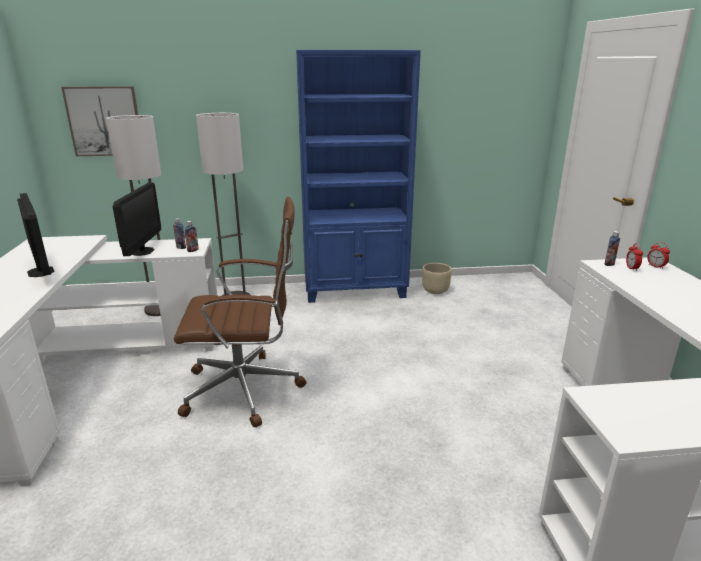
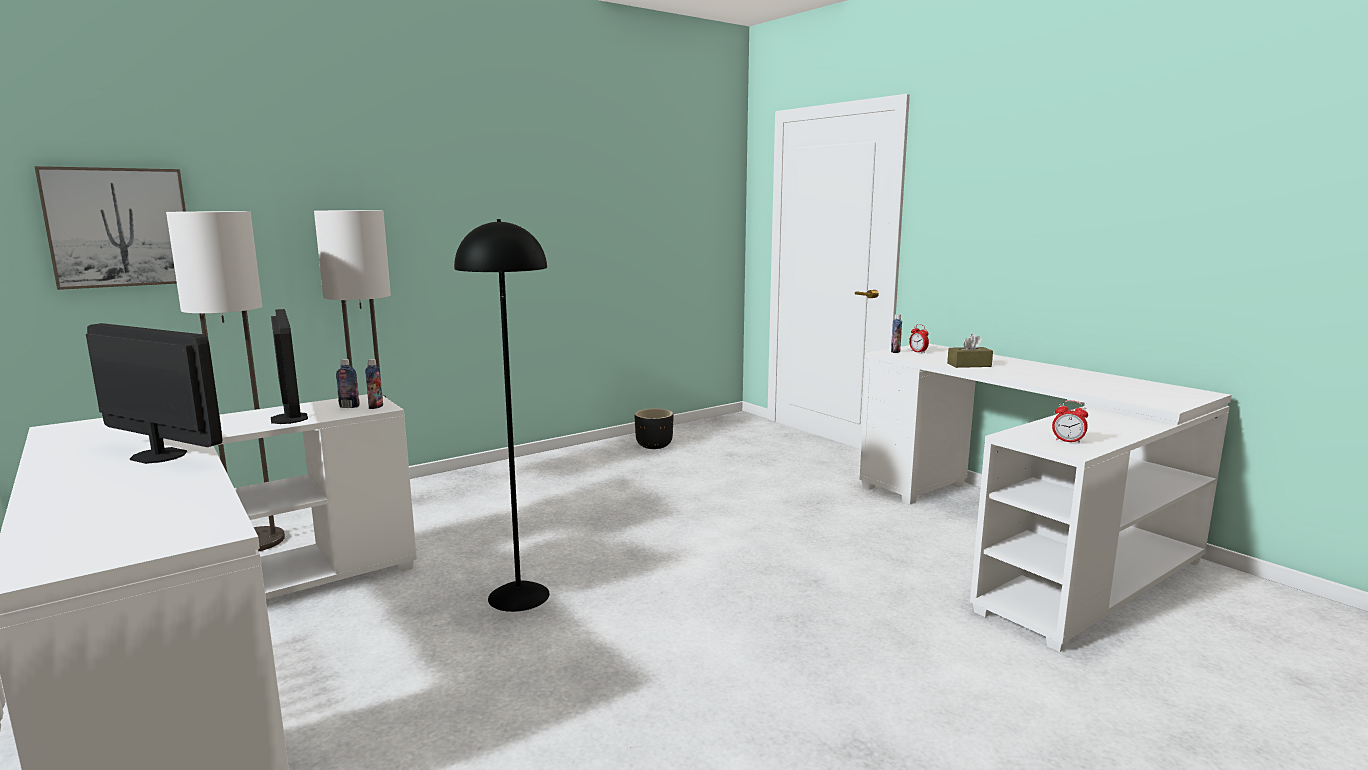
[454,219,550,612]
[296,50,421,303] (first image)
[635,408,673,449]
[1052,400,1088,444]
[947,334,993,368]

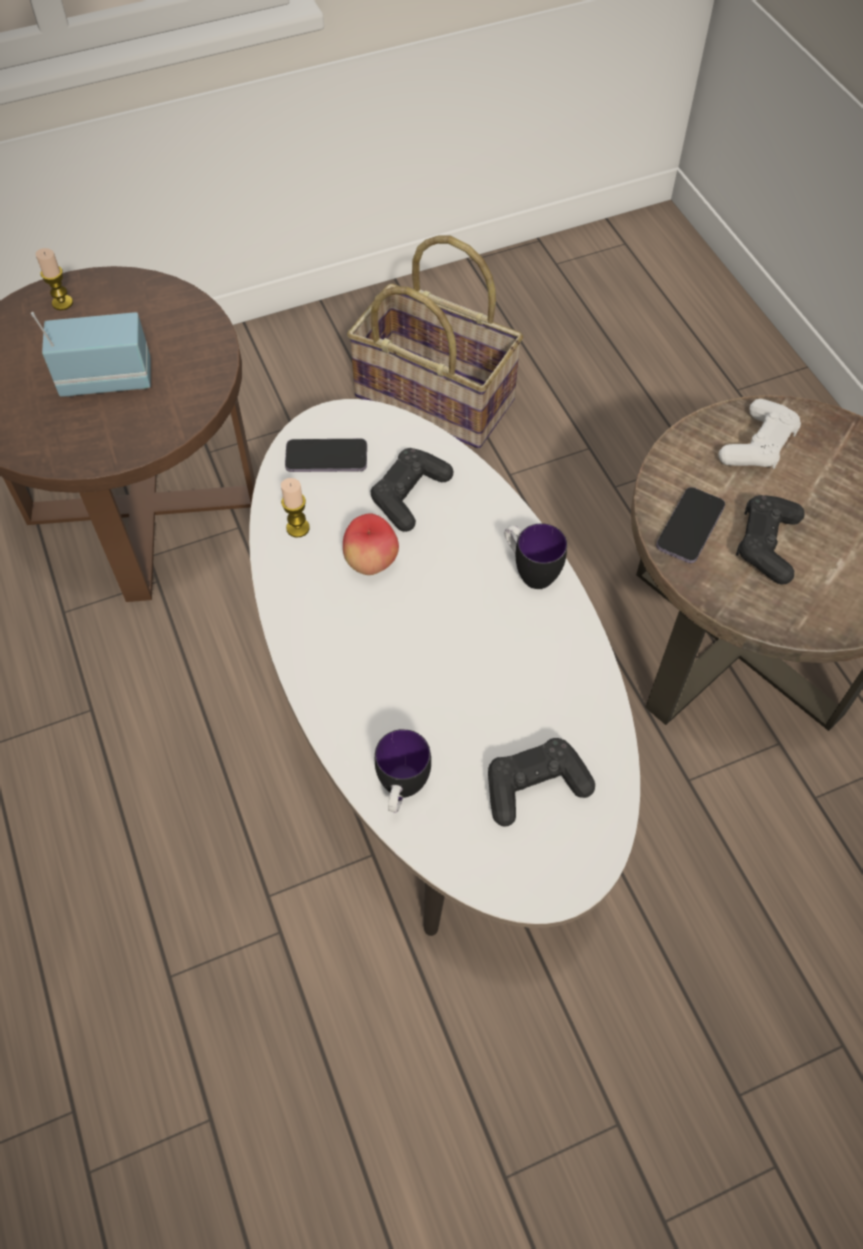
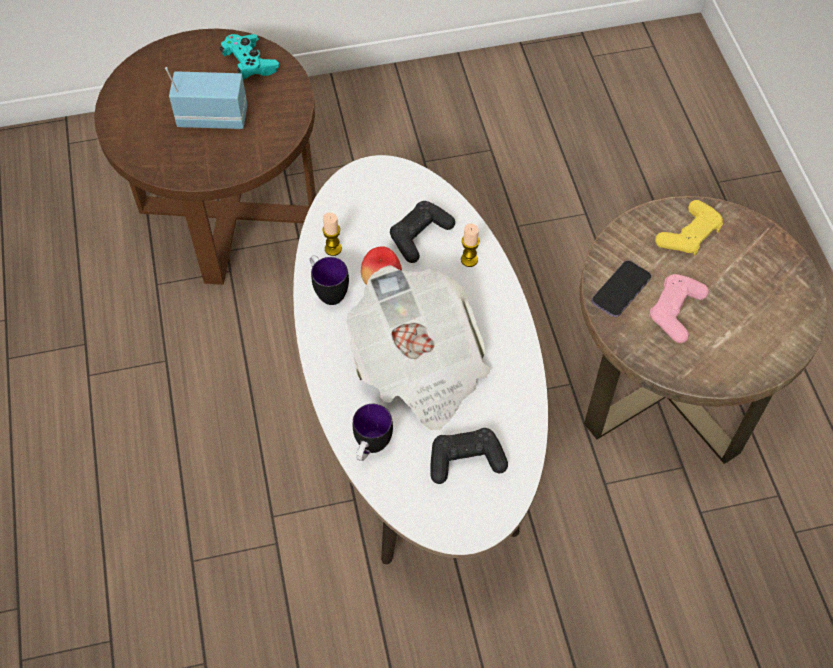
[461,224,480,267]
[285,439,367,472] (first image)
[347,235,523,449] (first image)
[310,255,349,305]
[655,200,723,256]
[649,274,709,343]
[219,34,279,80]
[346,265,490,430]

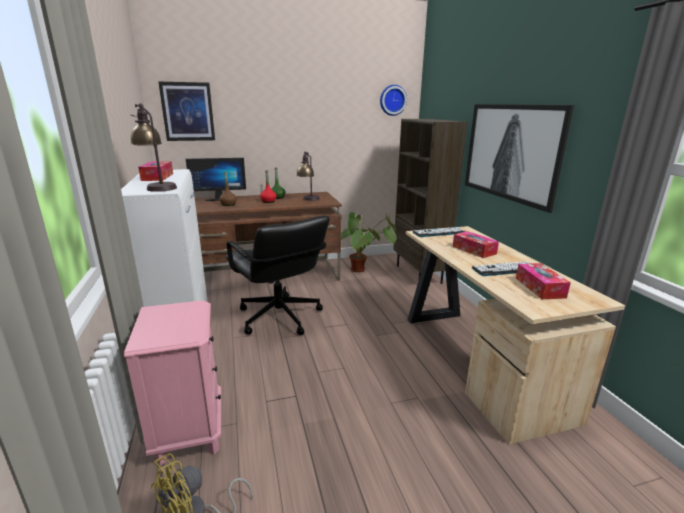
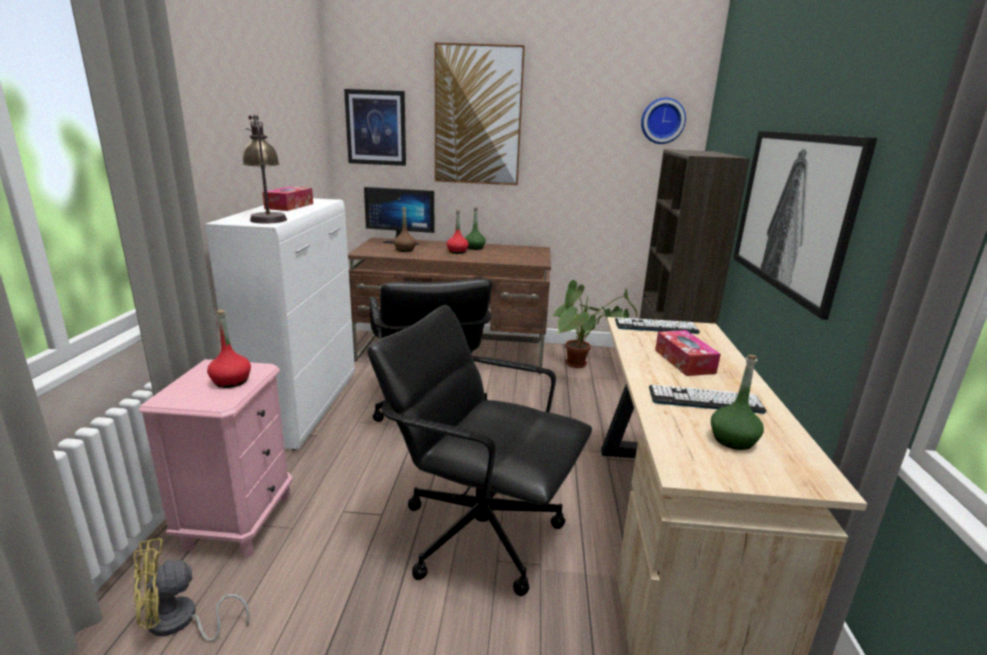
[296,152,320,201] (first image)
[711,355,764,450]
[207,310,251,388]
[367,305,592,596]
[435,42,525,185]

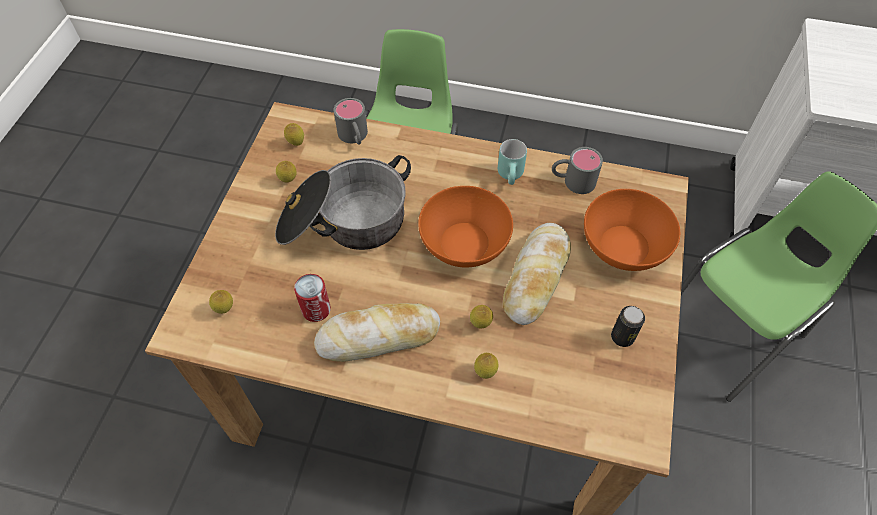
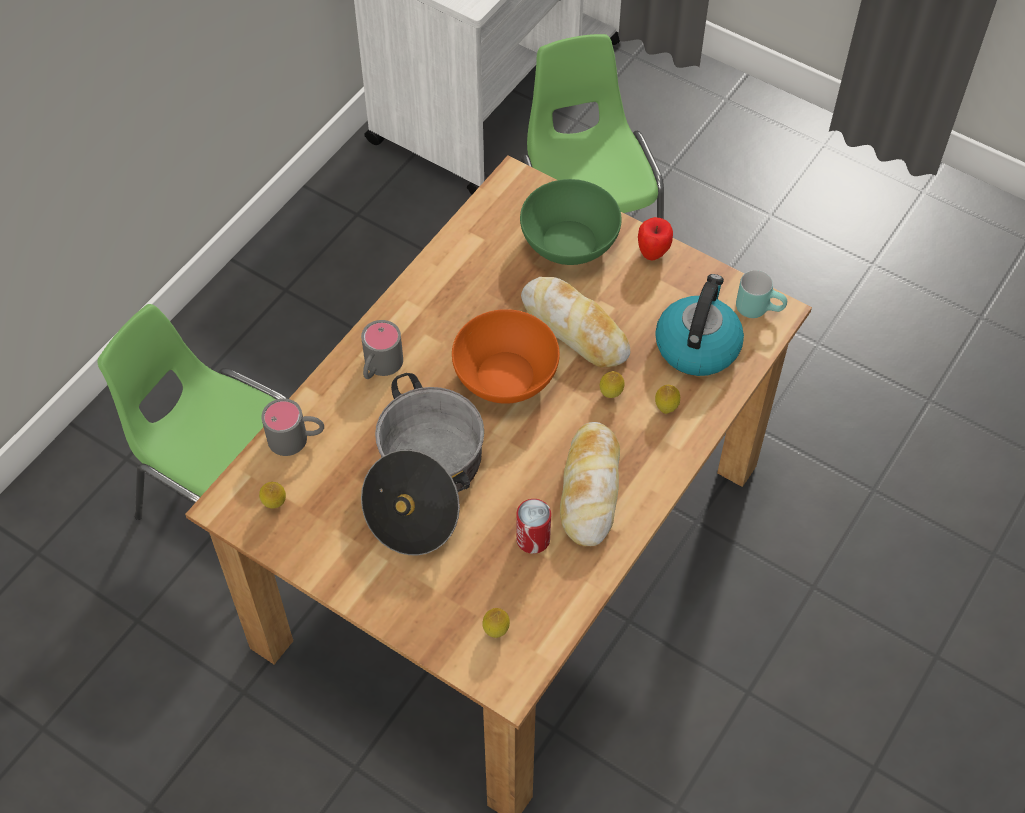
[276,161,297,183] (first image)
[736,270,787,318]
[361,320,403,379]
[520,179,622,265]
[611,306,645,347] (first image)
[638,217,673,260]
[655,274,744,376]

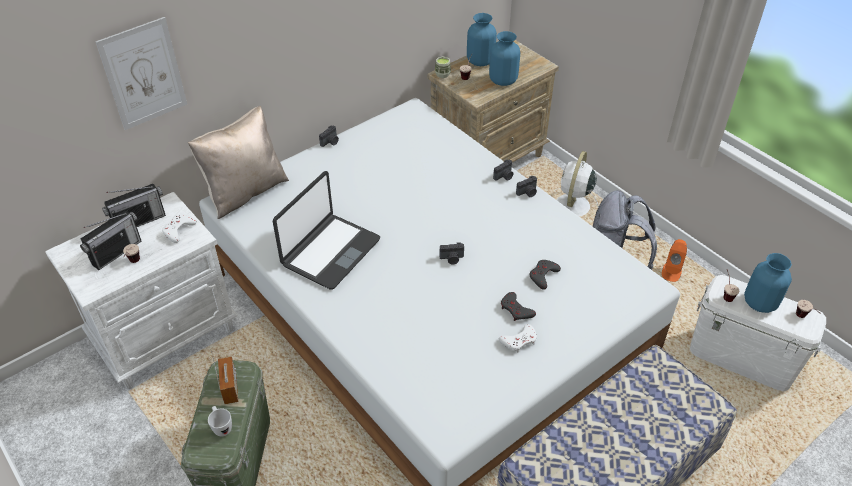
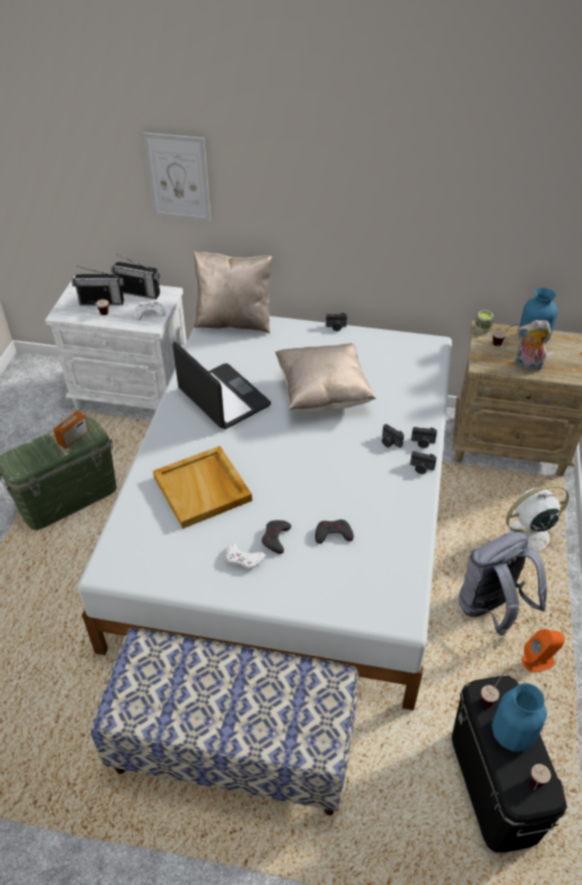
[208,406,232,436] (first image)
[173,342,271,429]
[382,424,404,448]
[515,320,551,371]
[452,676,567,853]
[153,446,252,529]
[275,343,376,412]

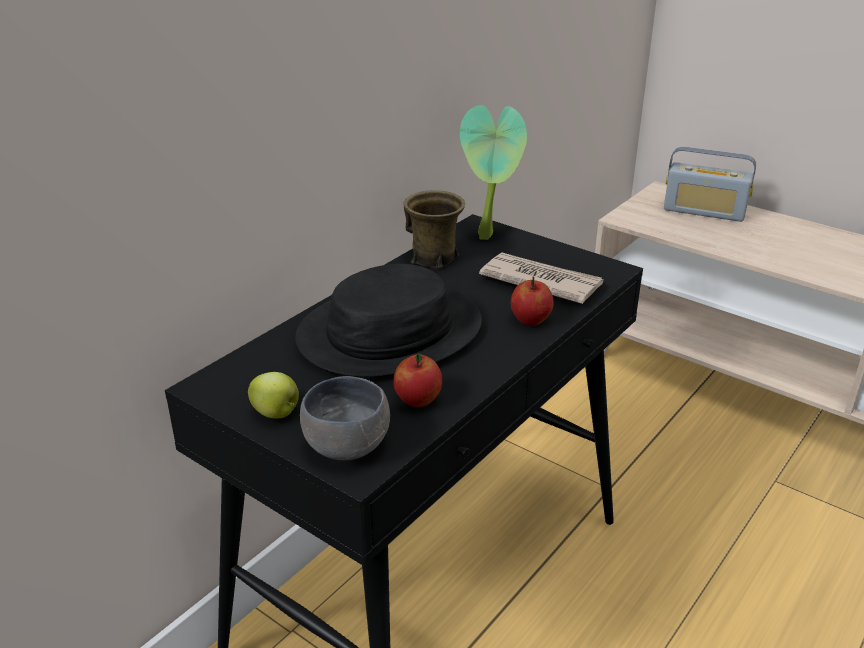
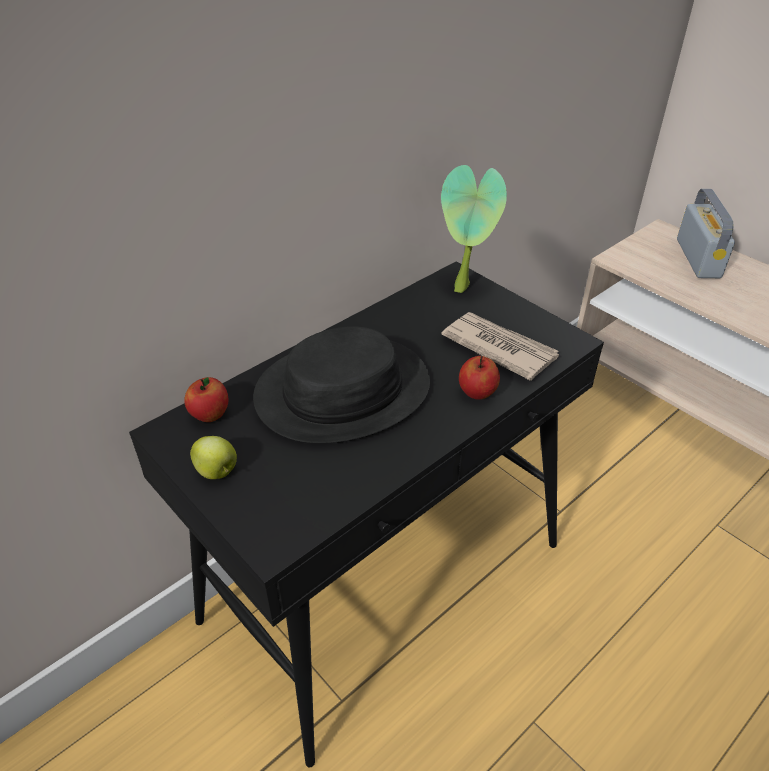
[300,376,390,461] (first image)
[184,377,228,422]
[403,190,465,269] (first image)
[677,189,735,278]

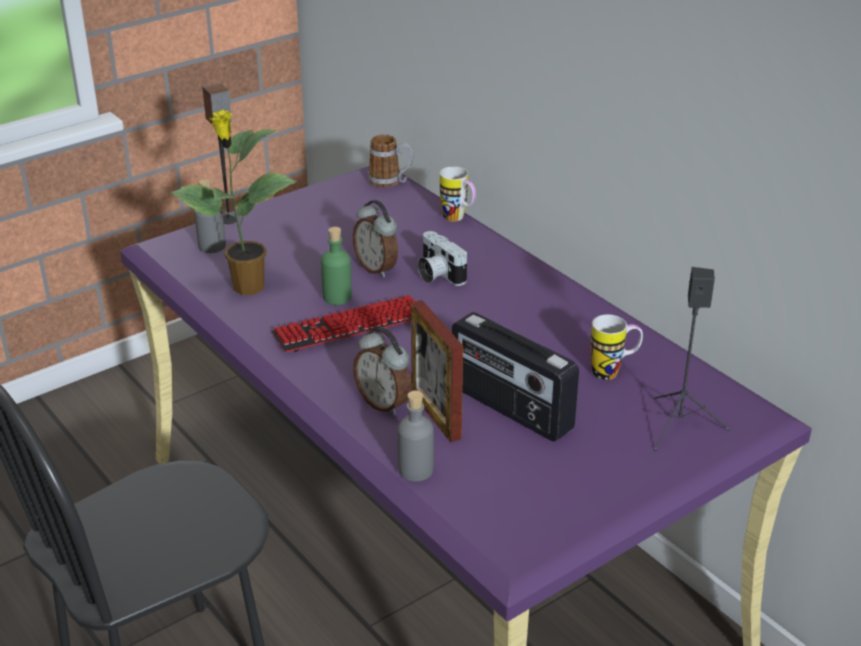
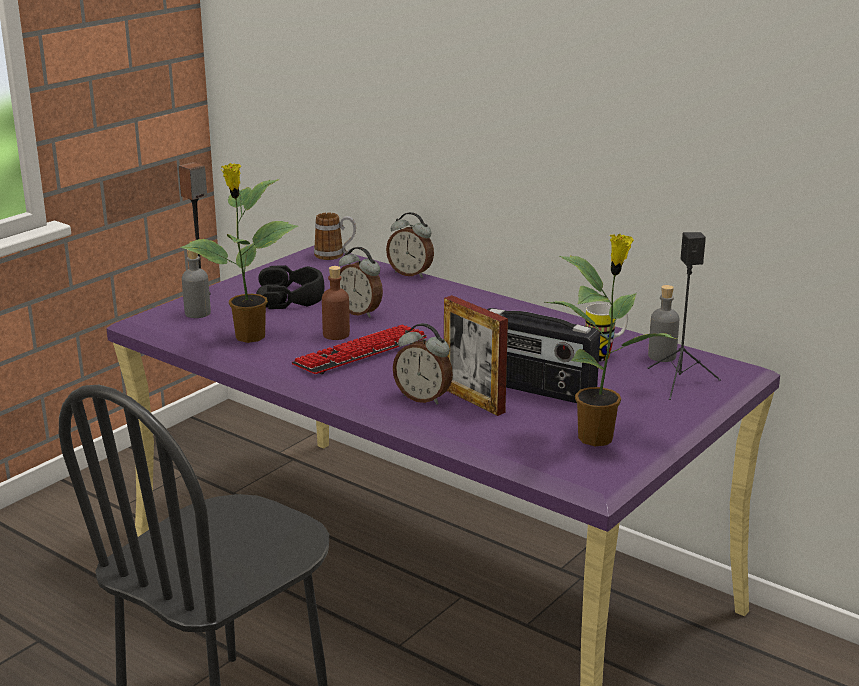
[322,266,350,340]
[648,285,680,362]
[417,231,467,286] (first image)
[386,212,434,278]
[256,265,324,309]
[545,234,677,446]

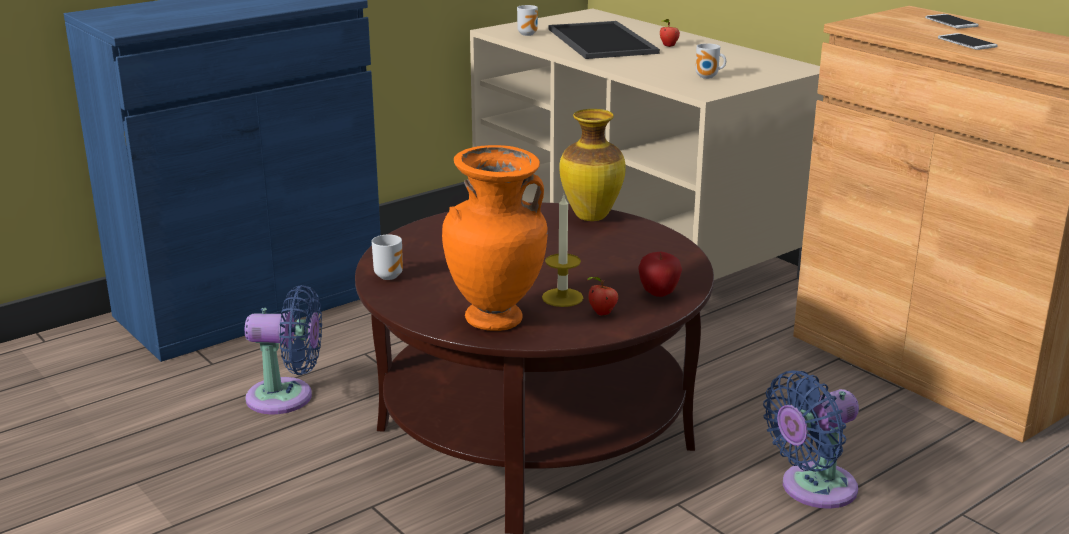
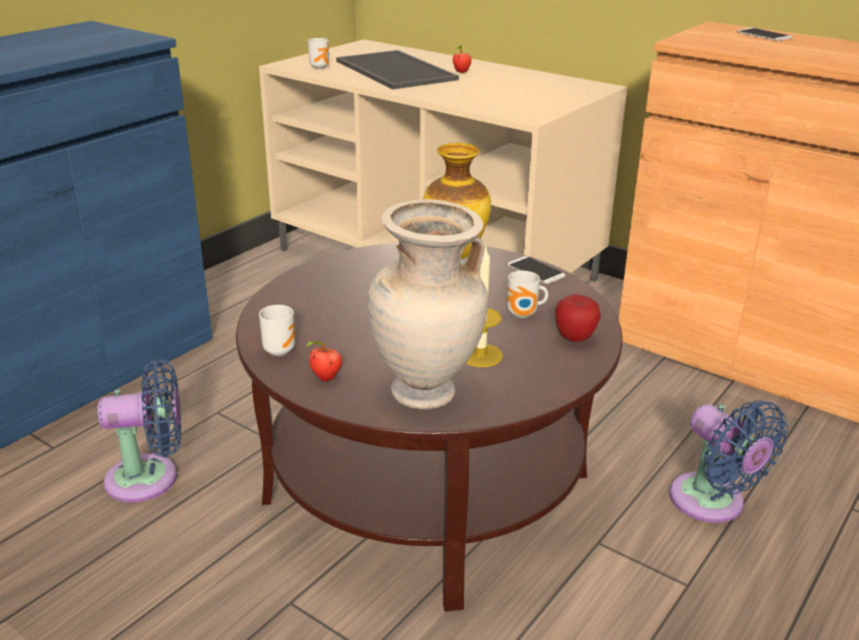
[367,199,488,410]
[306,341,342,381]
[507,271,548,318]
[669,400,788,523]
[508,256,565,284]

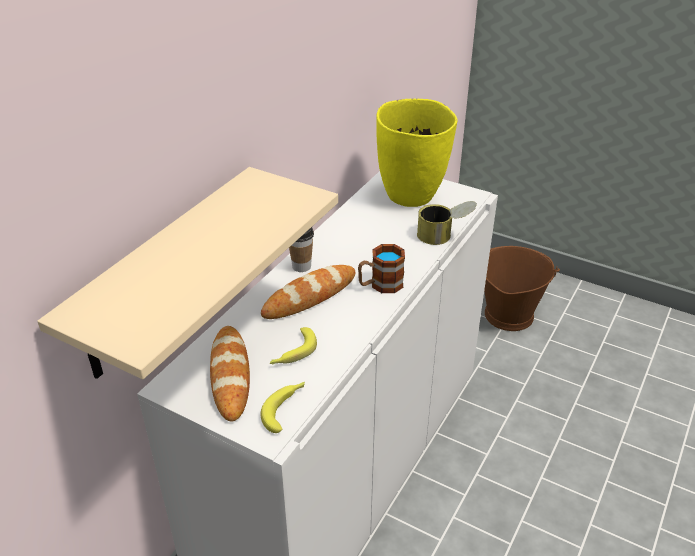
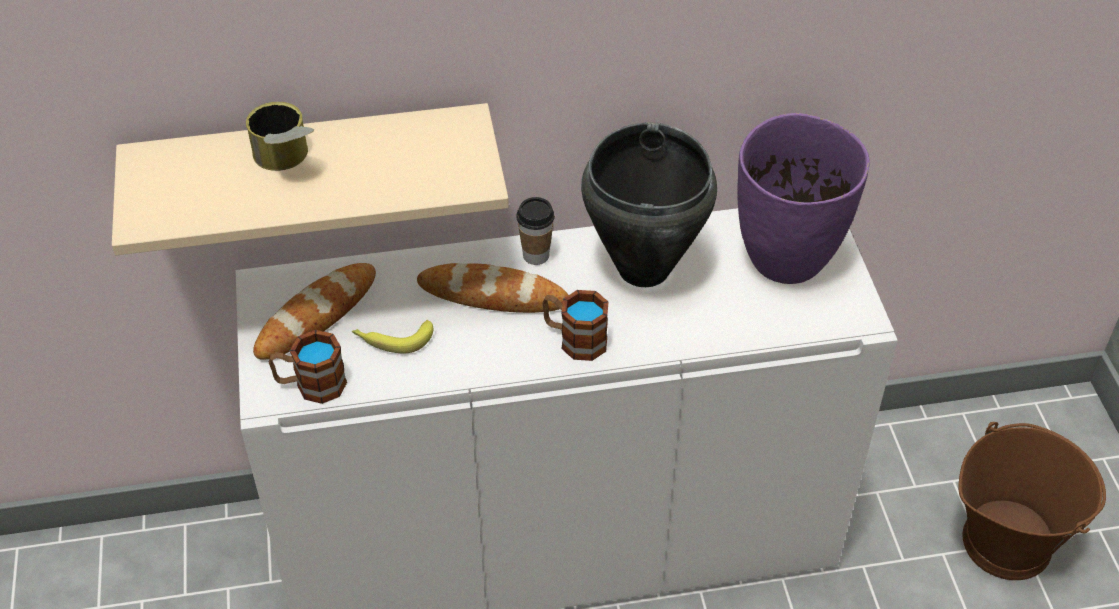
[269,330,347,404]
[737,113,870,284]
[246,102,314,171]
[581,122,717,287]

